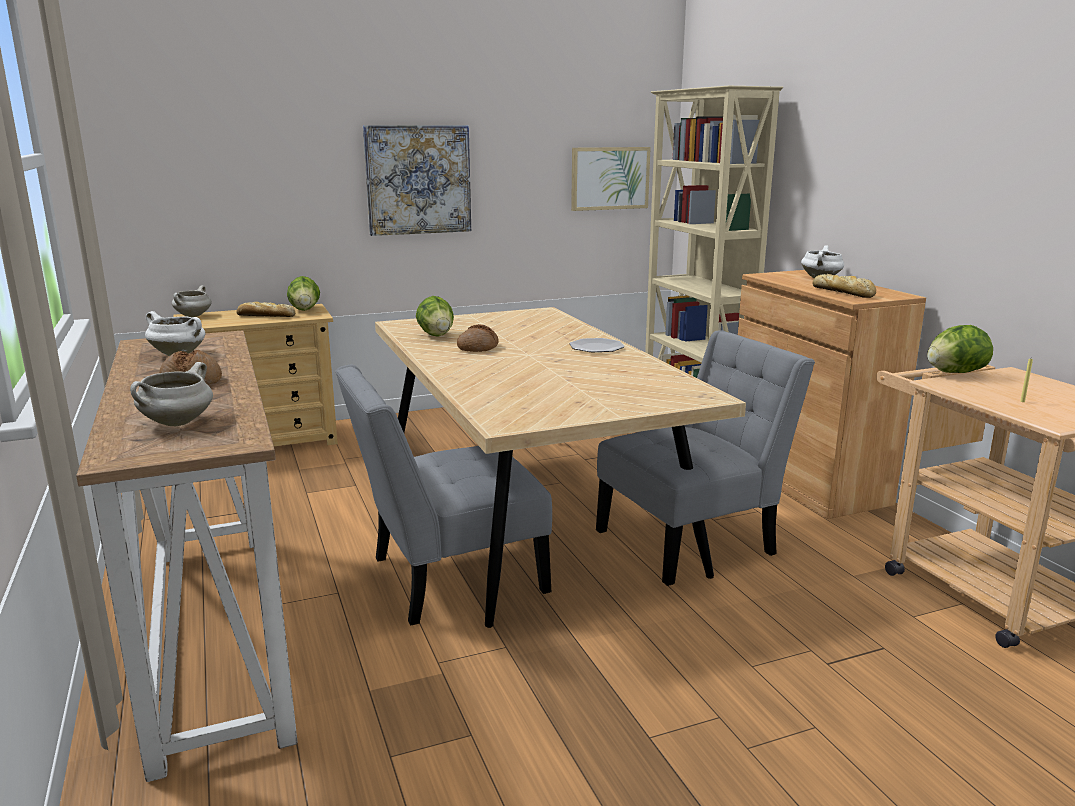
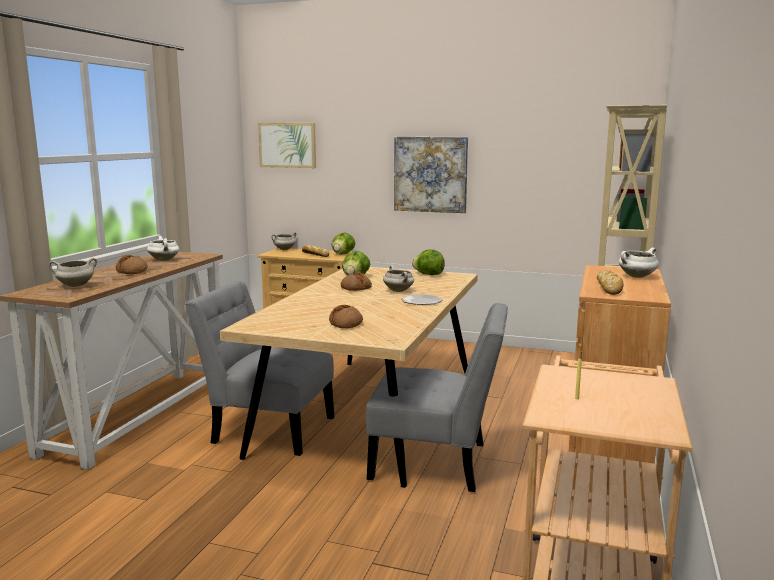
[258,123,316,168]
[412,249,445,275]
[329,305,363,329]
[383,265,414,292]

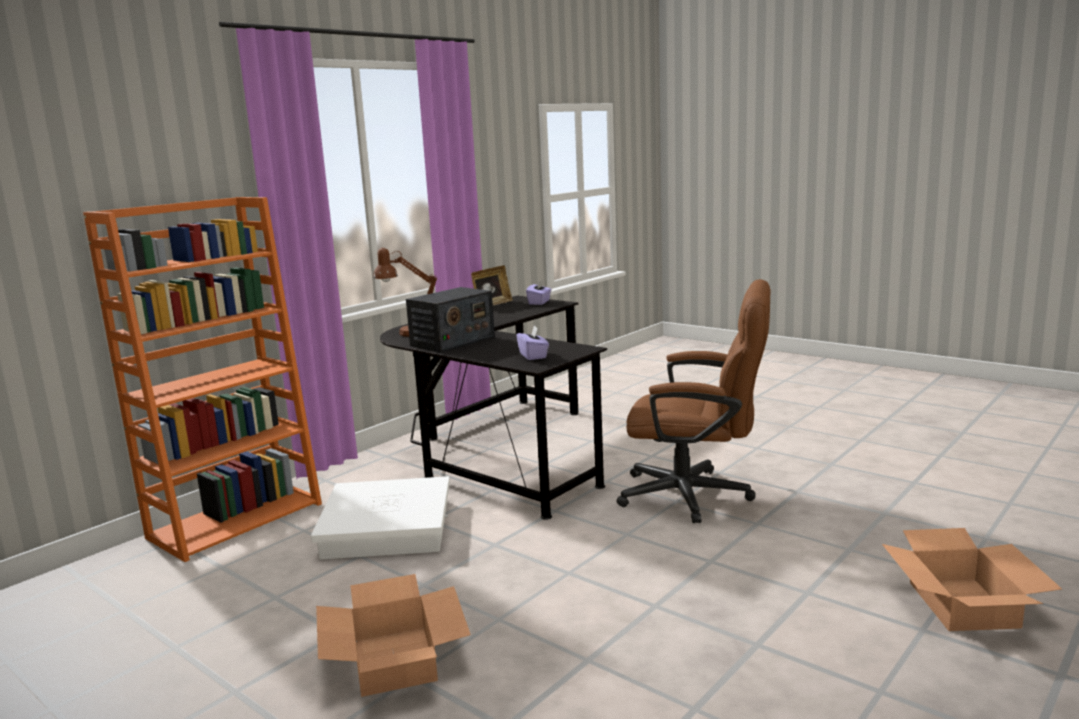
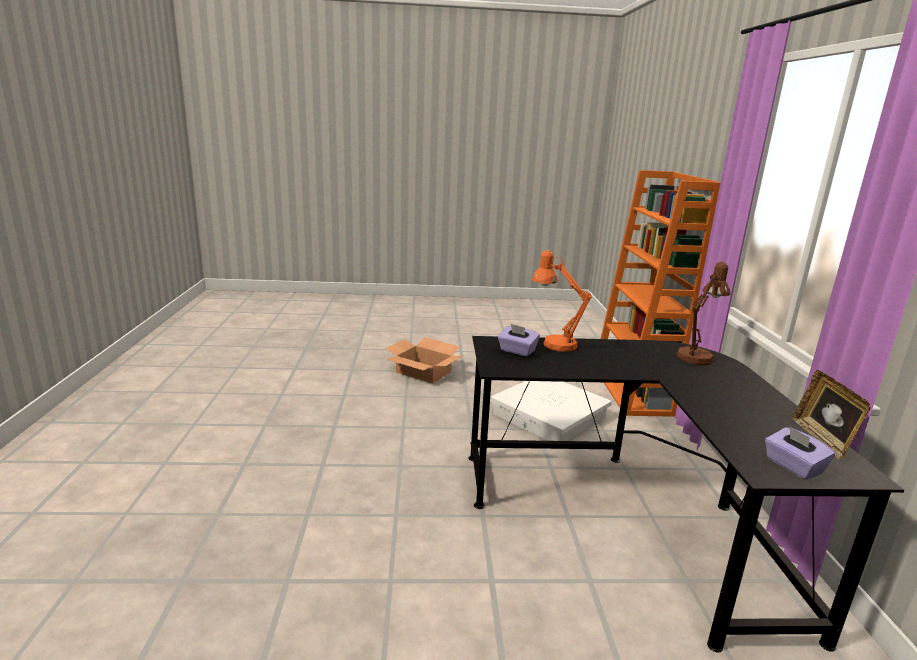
[406,287,495,353] (first image)
[616,279,771,523] (first image)
[882,528,1062,631] (first image)
[532,250,592,352]

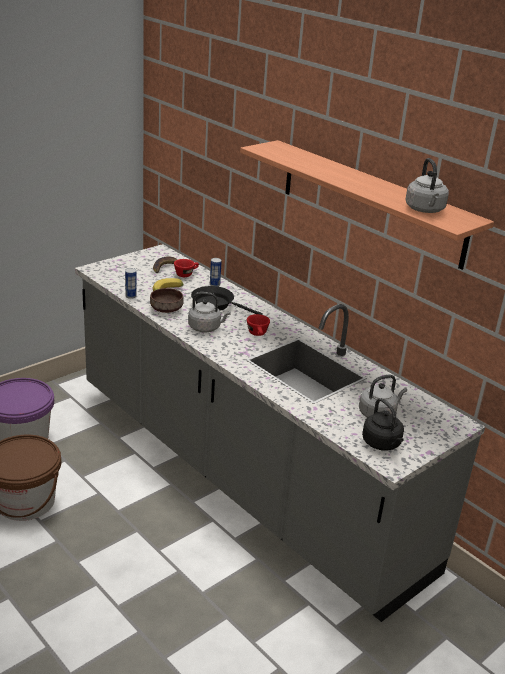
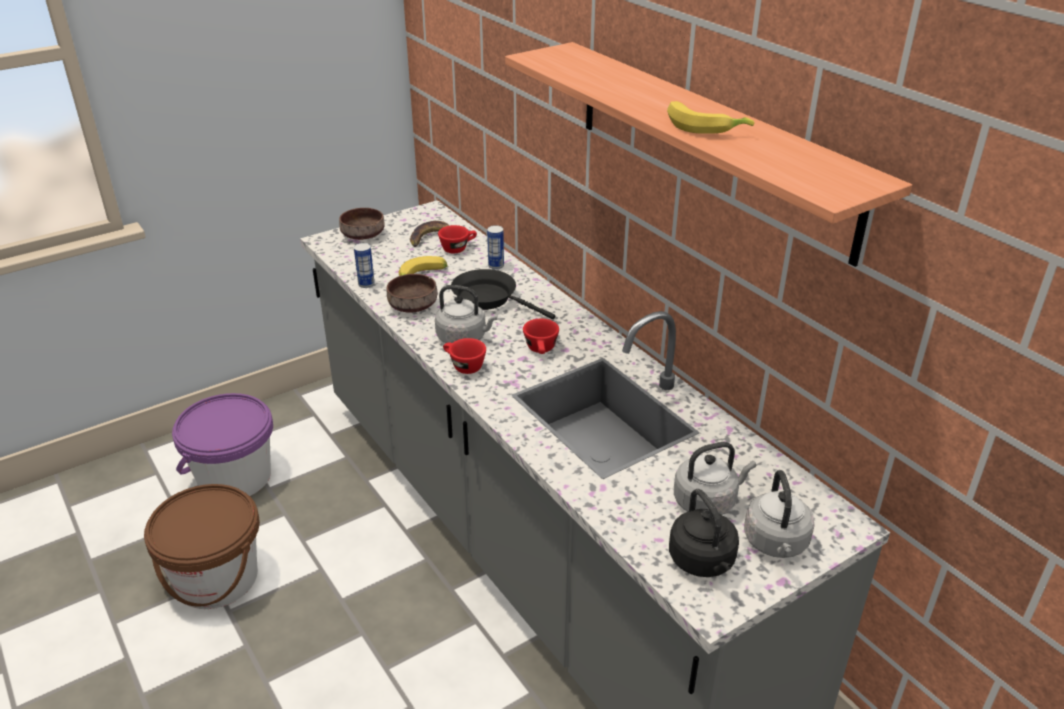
[744,470,815,558]
[339,208,385,240]
[443,338,486,374]
[667,101,754,134]

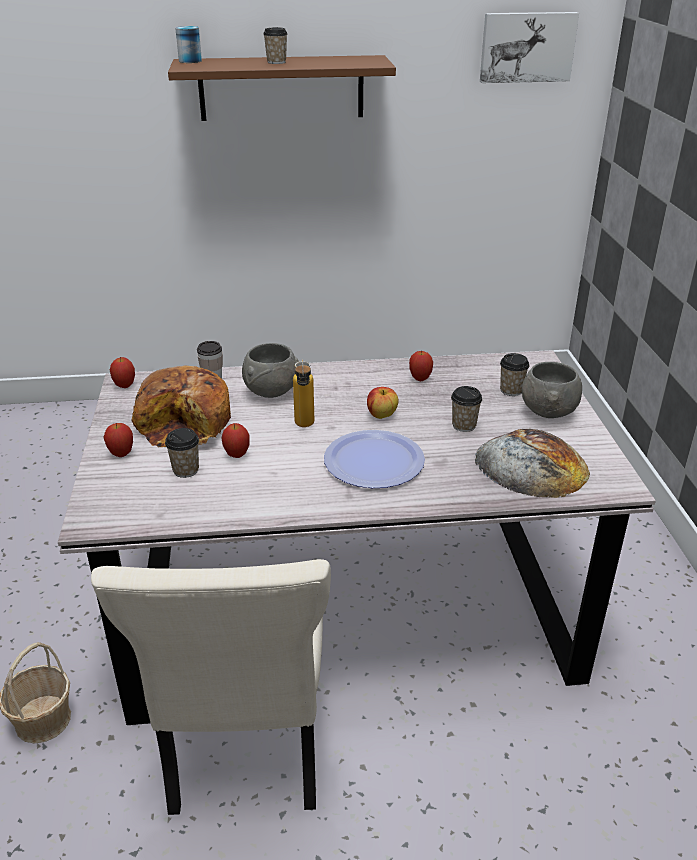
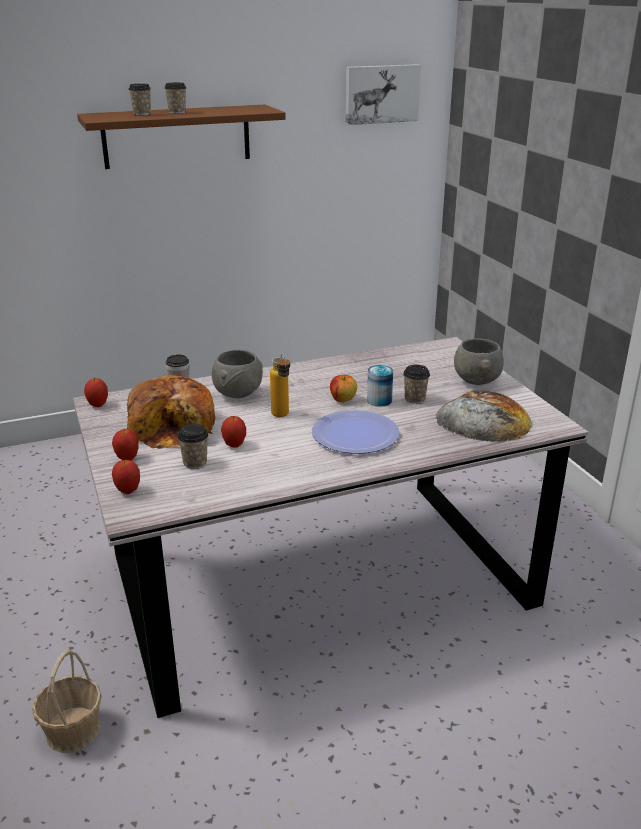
[91,559,331,815] (first image)
[367,365,393,407]
[112,460,140,494]
[129,83,151,115]

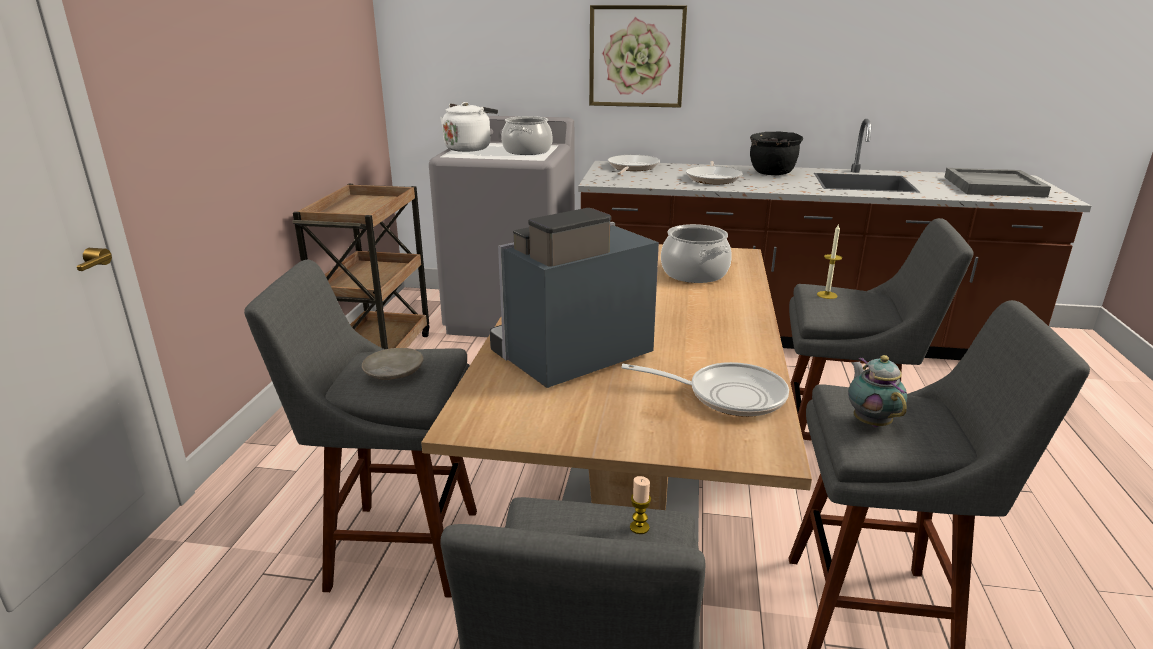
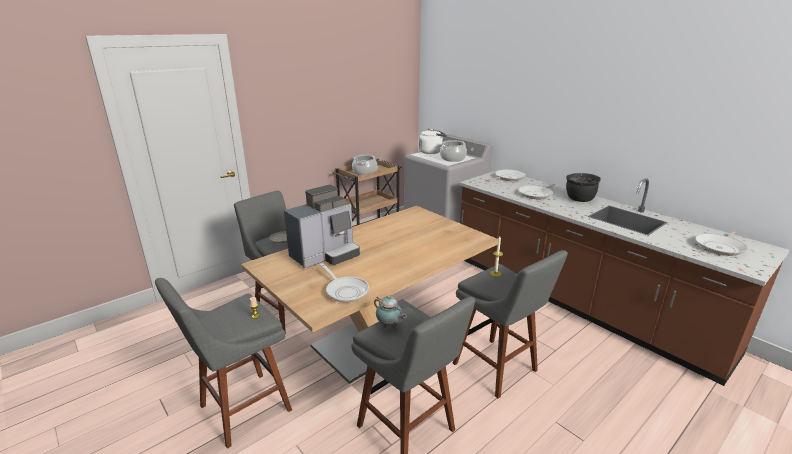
[284,185,360,268]
[589,5,687,108] (first image)
[352,155,377,175]
[374,295,407,328]
[695,231,748,256]

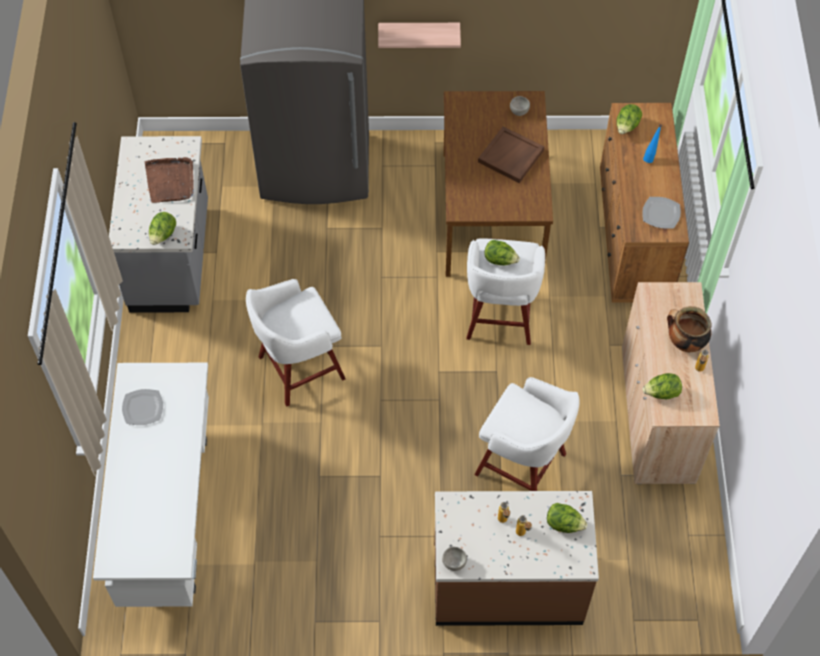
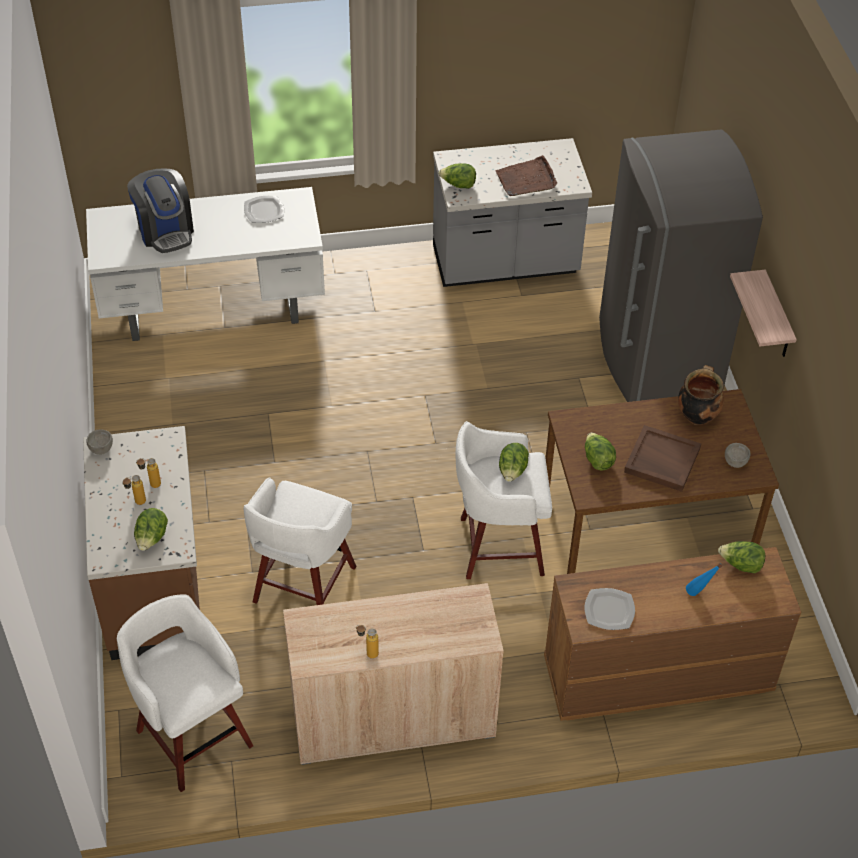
[117,594,253,792]
[585,432,616,471]
[678,365,724,425]
[127,168,194,253]

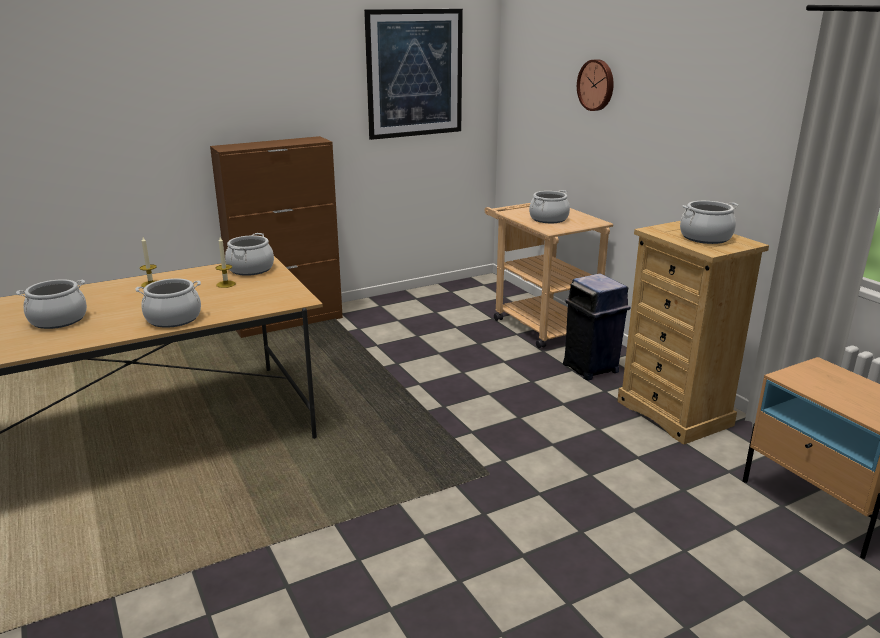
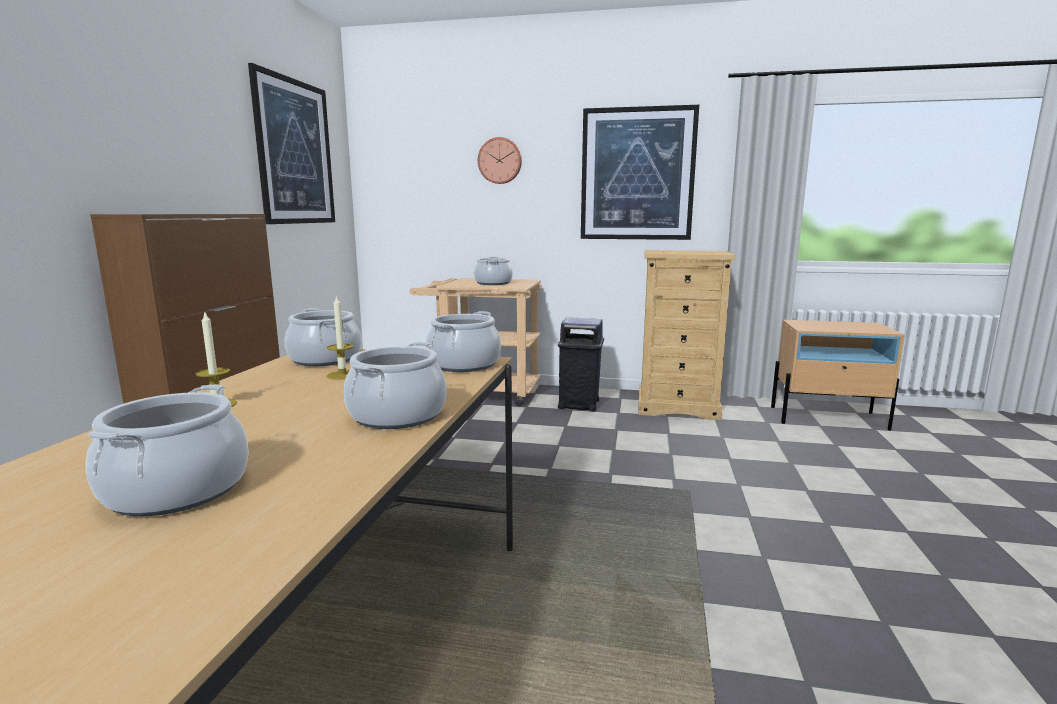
[426,311,501,372]
[581,105,699,240]

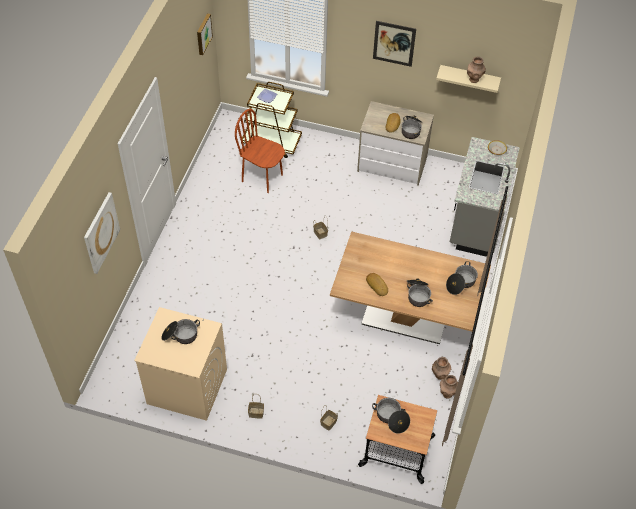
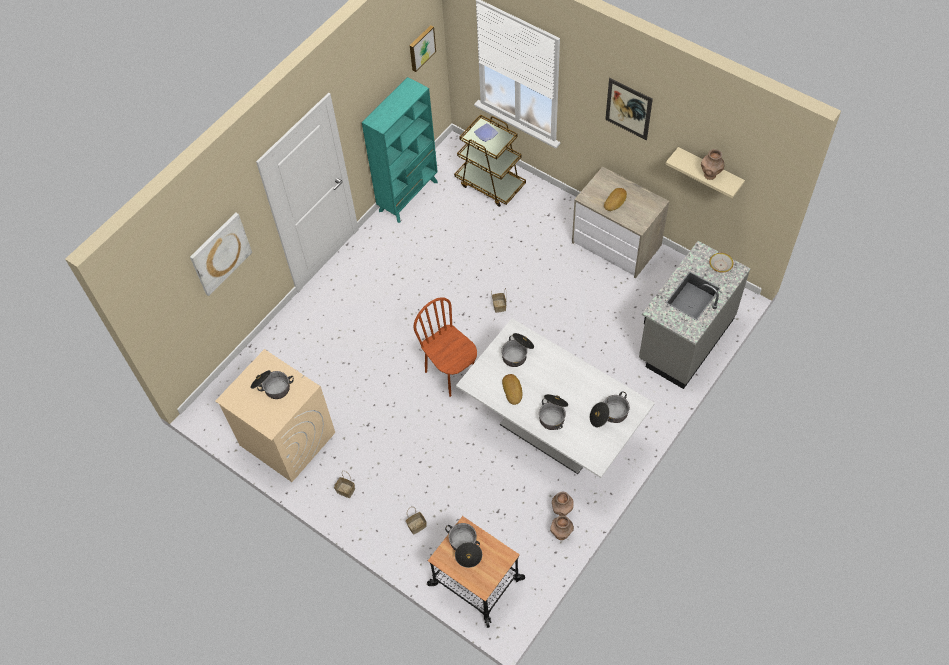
[413,297,477,397]
[456,318,655,478]
[501,333,534,367]
[362,77,438,223]

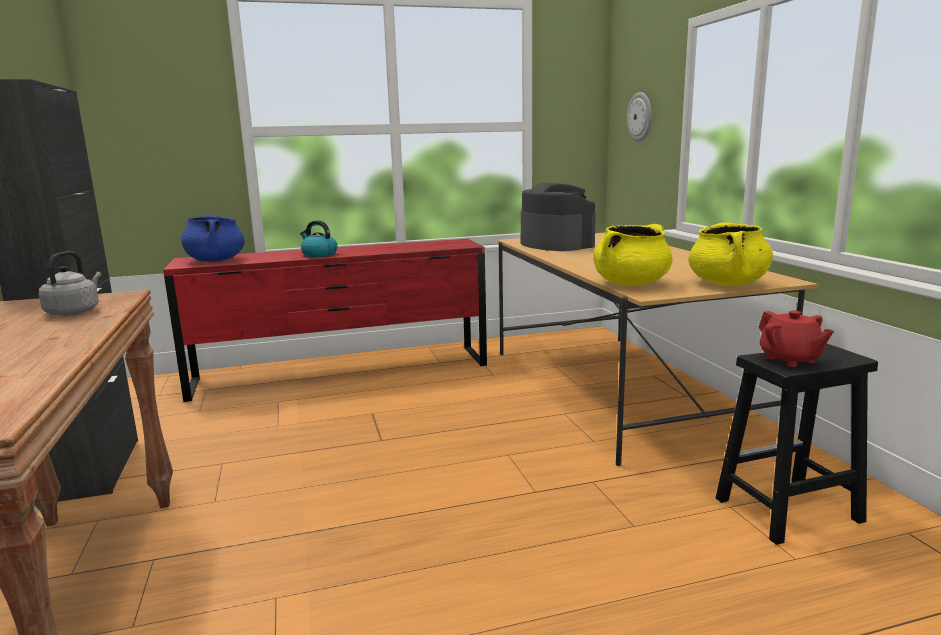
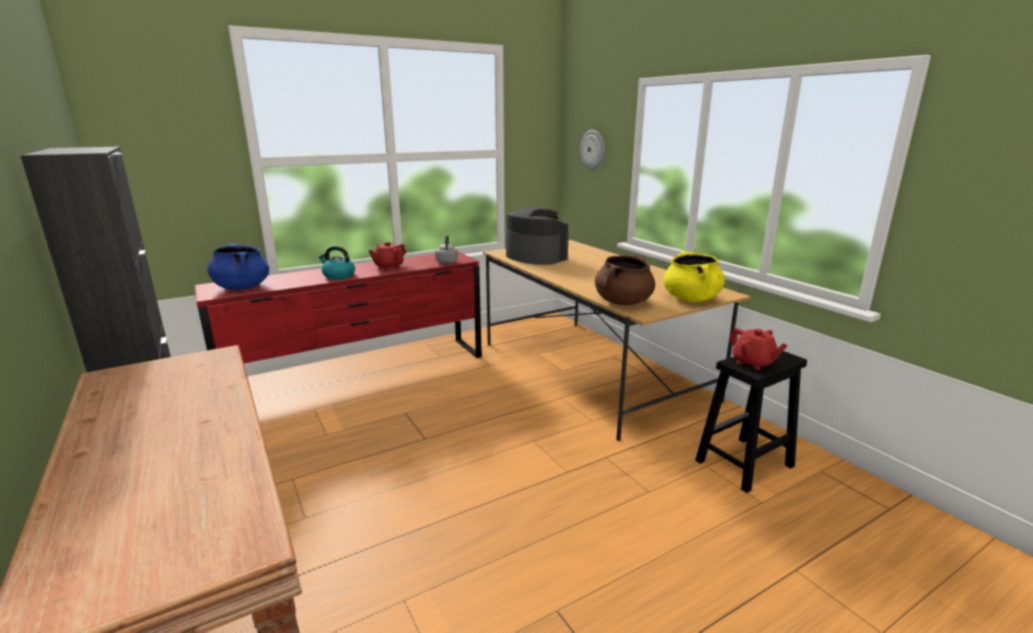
[435,234,458,264]
[595,255,655,305]
[369,242,406,270]

